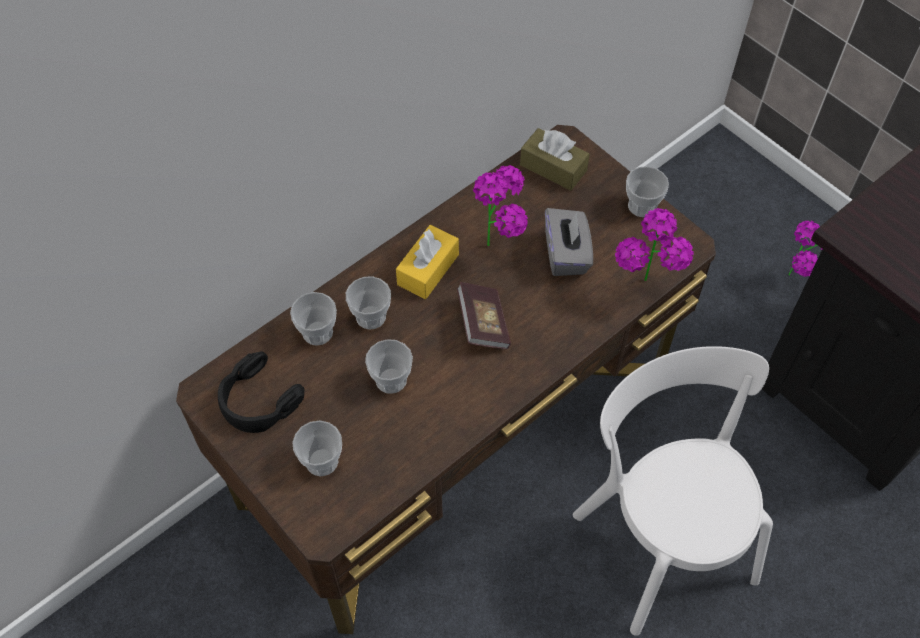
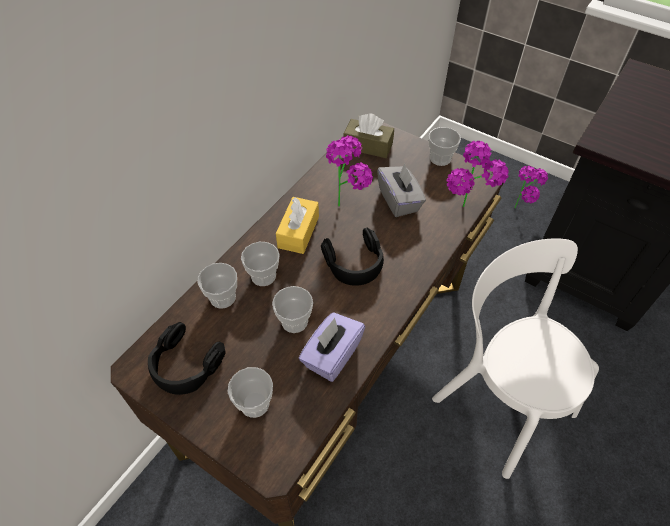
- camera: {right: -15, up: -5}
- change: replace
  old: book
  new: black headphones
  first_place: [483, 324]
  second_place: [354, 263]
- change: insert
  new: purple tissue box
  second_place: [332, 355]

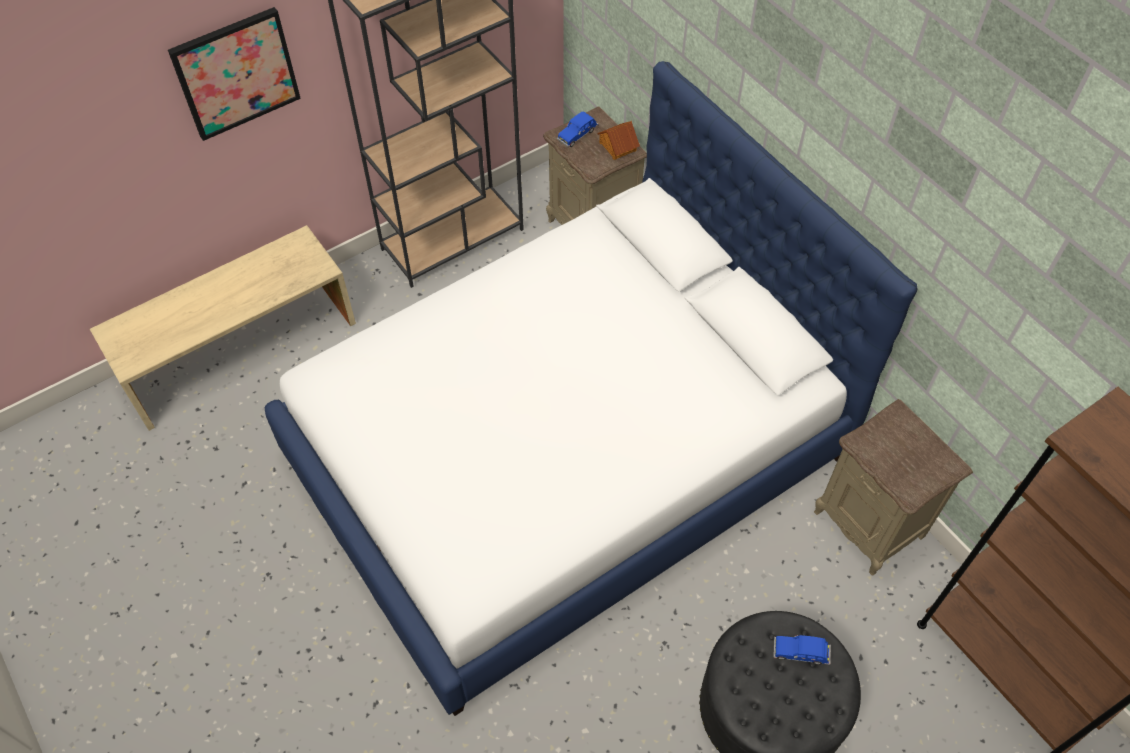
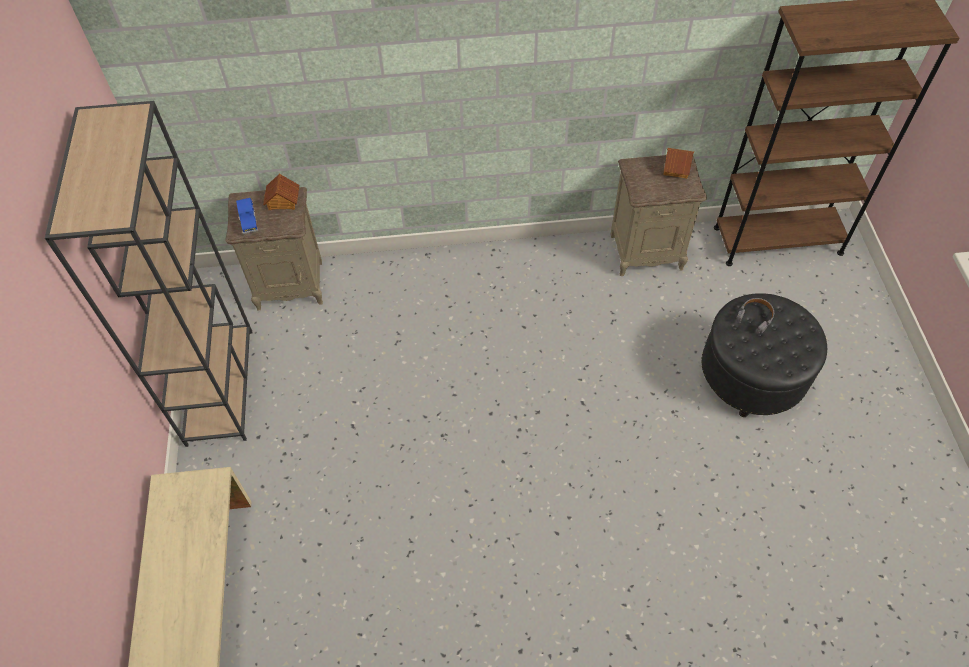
- camera: {right: -60, up: 0}
- change: delete
  old: picture
  first_place: [236, 73]
- change: delete
  old: white bed
  first_place: [566, 455]
- change: replace
  old: blue toy car
  new: grey headphones
  first_place: [800, 653]
  second_place: [755, 317]
- change: insert
  new: toy house
  second_place: [676, 167]

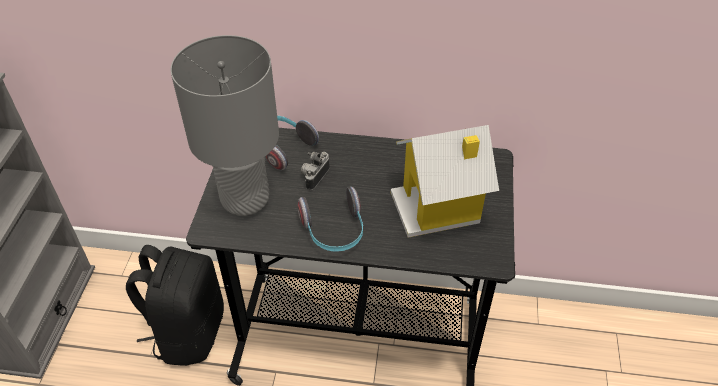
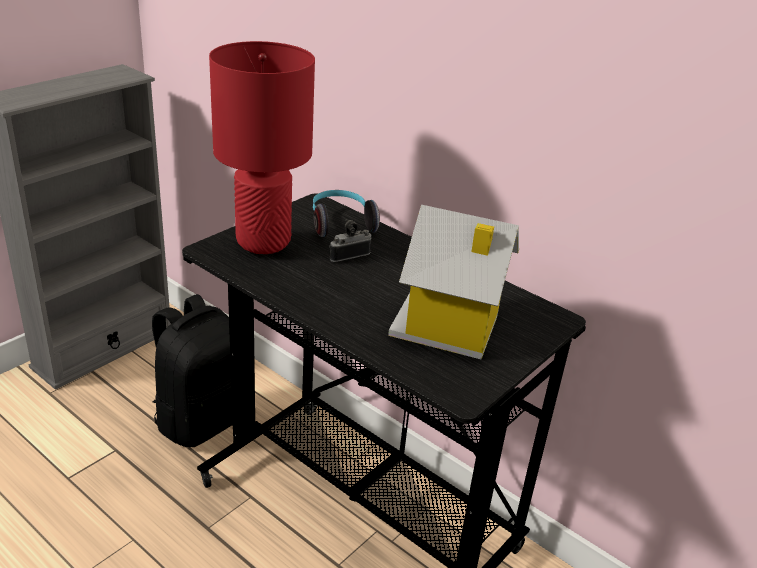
- camera: {right: 30, up: -15}
- change: recolor
  old: grey table lamp
  new: red table lamp
  first_place: [246, 202]
  second_place: [264, 246]
- change: delete
  old: headphones
  first_place: [334, 231]

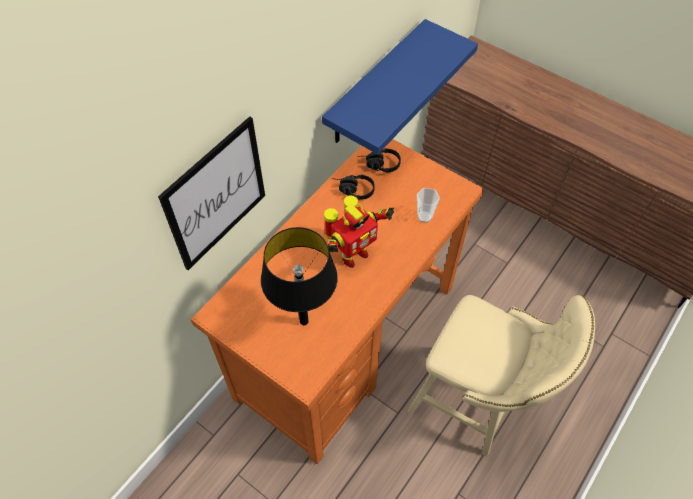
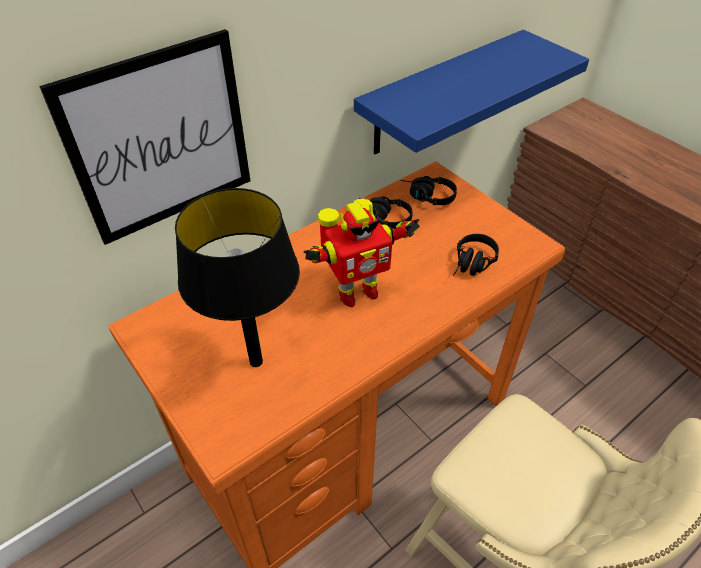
- camera: {right: 15, up: -10}
- change: replace
  old: cup
  new: black headphones
  first_place: [424, 217]
  second_place: [472, 265]

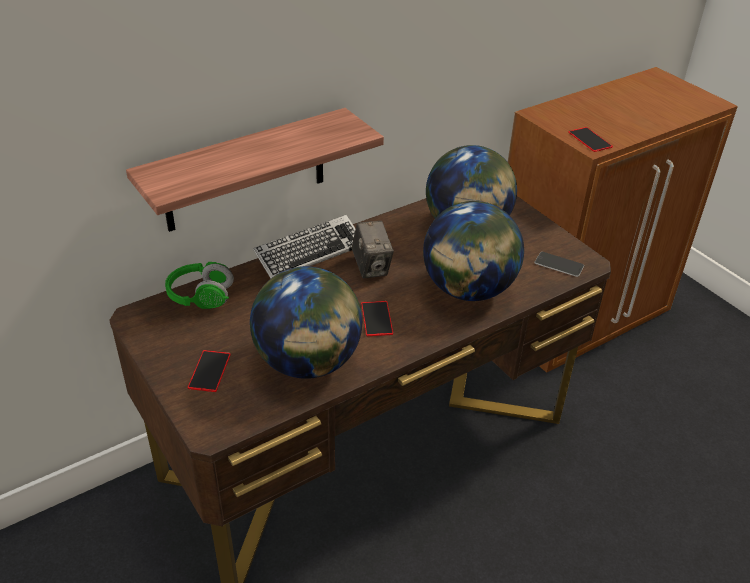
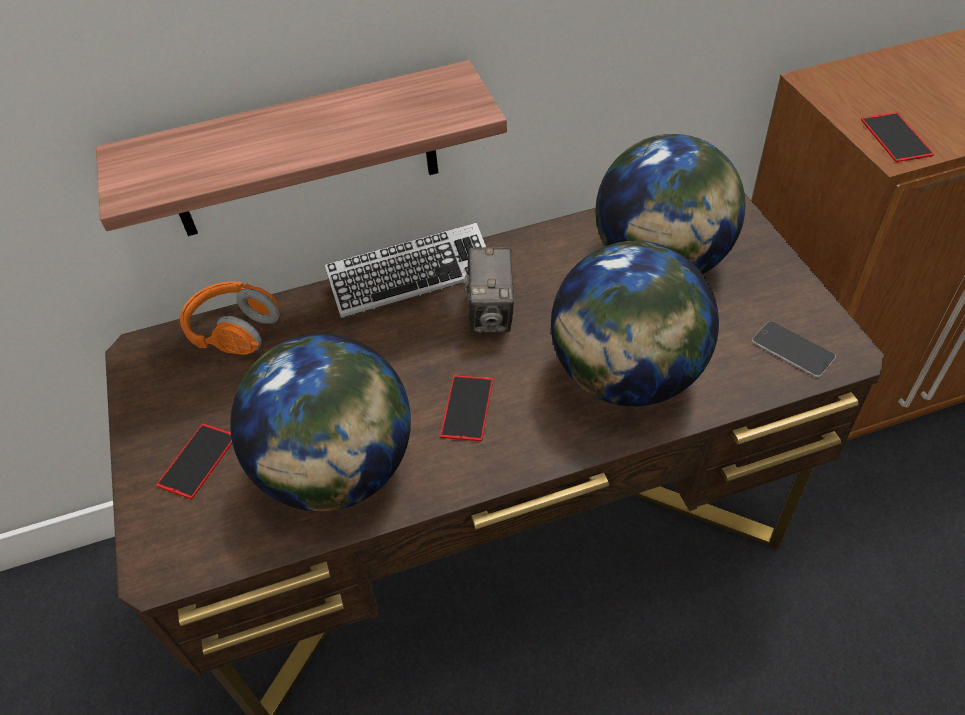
- camera: {right: 20, up: 10}
- change: recolor
  old: green headphones
  new: orange headphones
  first_place: [201, 297]
  second_place: [235, 332]

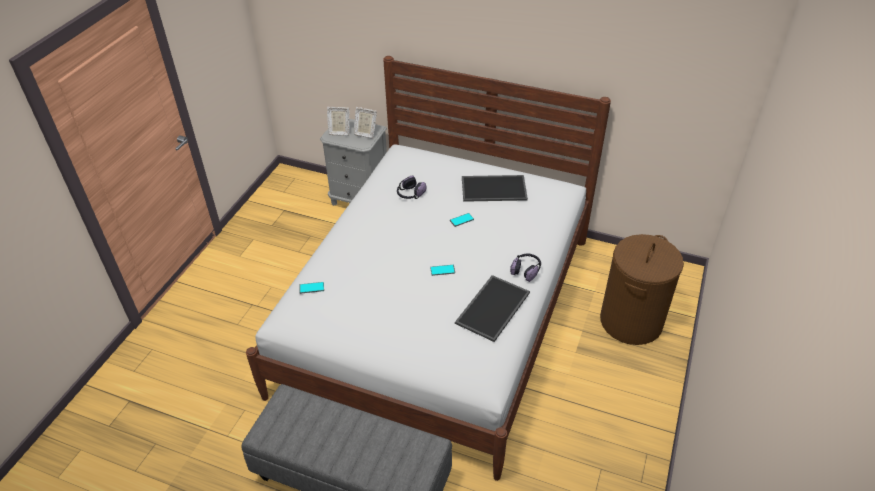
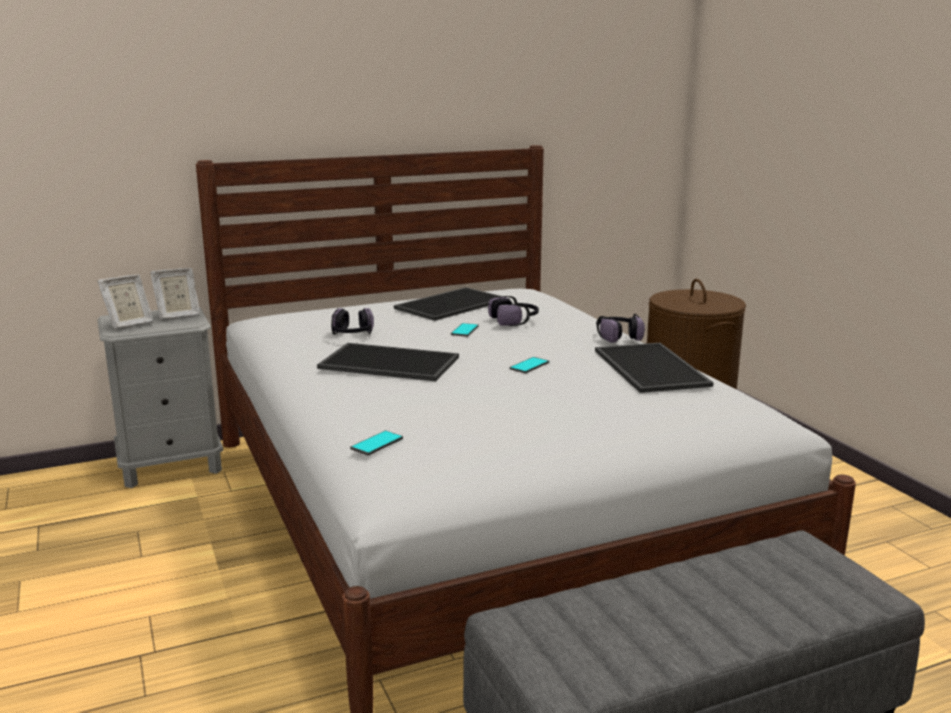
- camera: {right: -45, up: -25}
- change: insert
  new: tray
  second_place: [387, 363]
- change: insert
  new: headphones
  second_place: [515, 321]

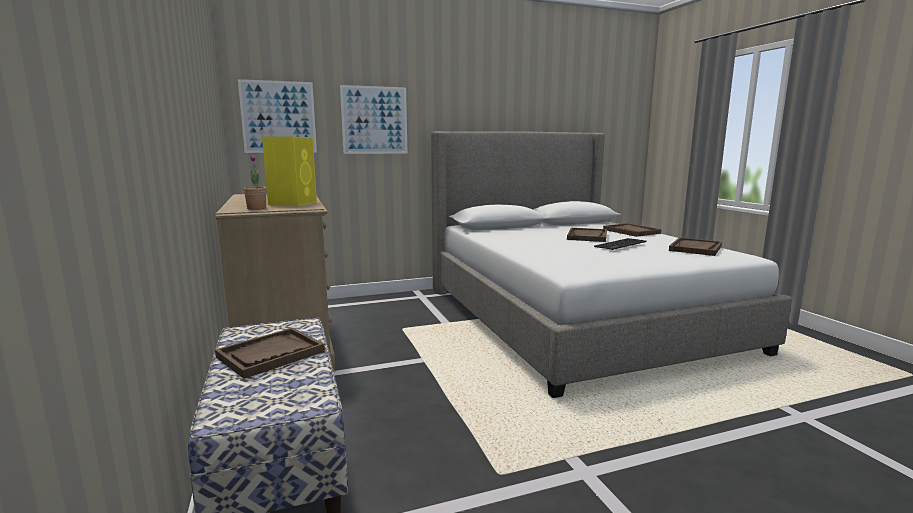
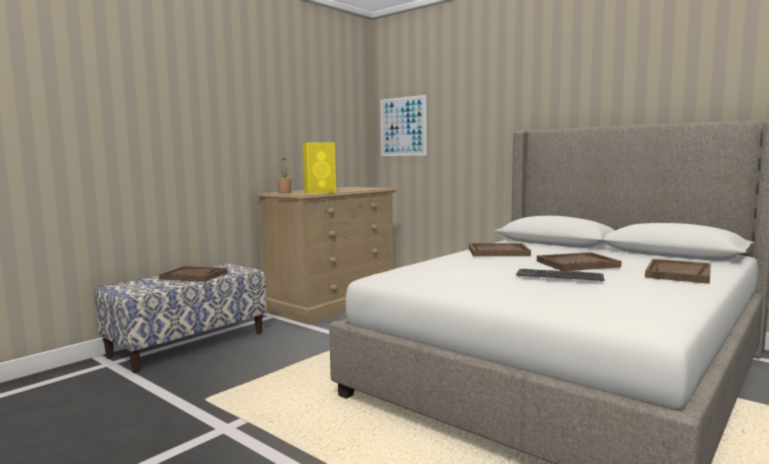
- camera: {right: 60, up: -5}
- change: delete
  old: picture
  first_place: [374, 120]
- change: move
  old: brown tray
  first_place: [695, 248]
  second_place: [498, 252]

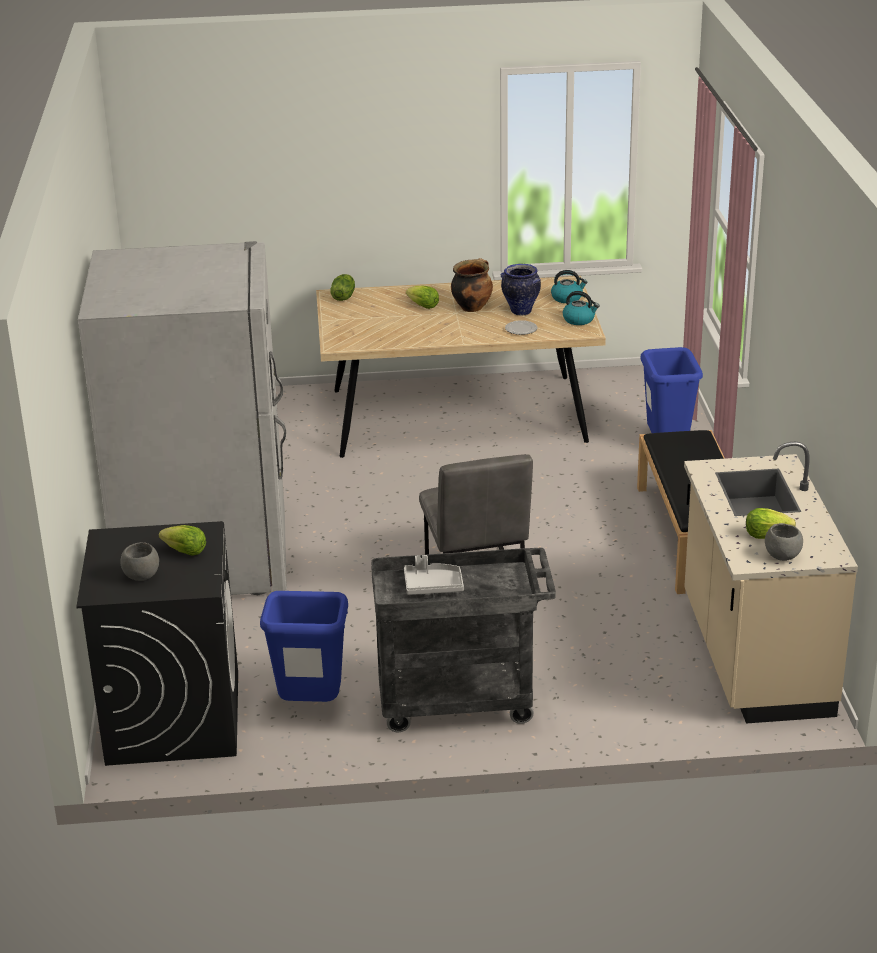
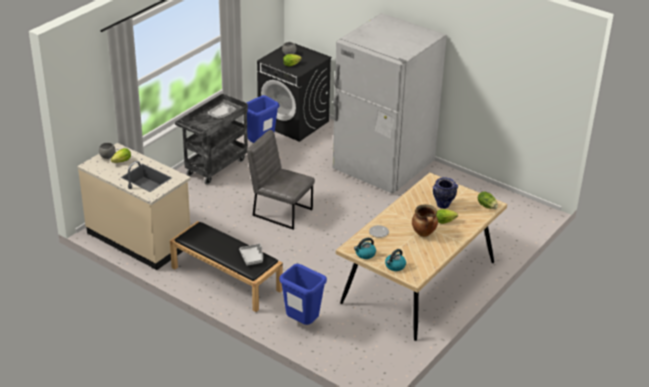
- camera: {right: 130, up: 5}
- change: move
  old: vase
  first_place: [520, 311]
  second_place: [443, 205]
- change: insert
  new: grey tray
  second_place: [252, 257]

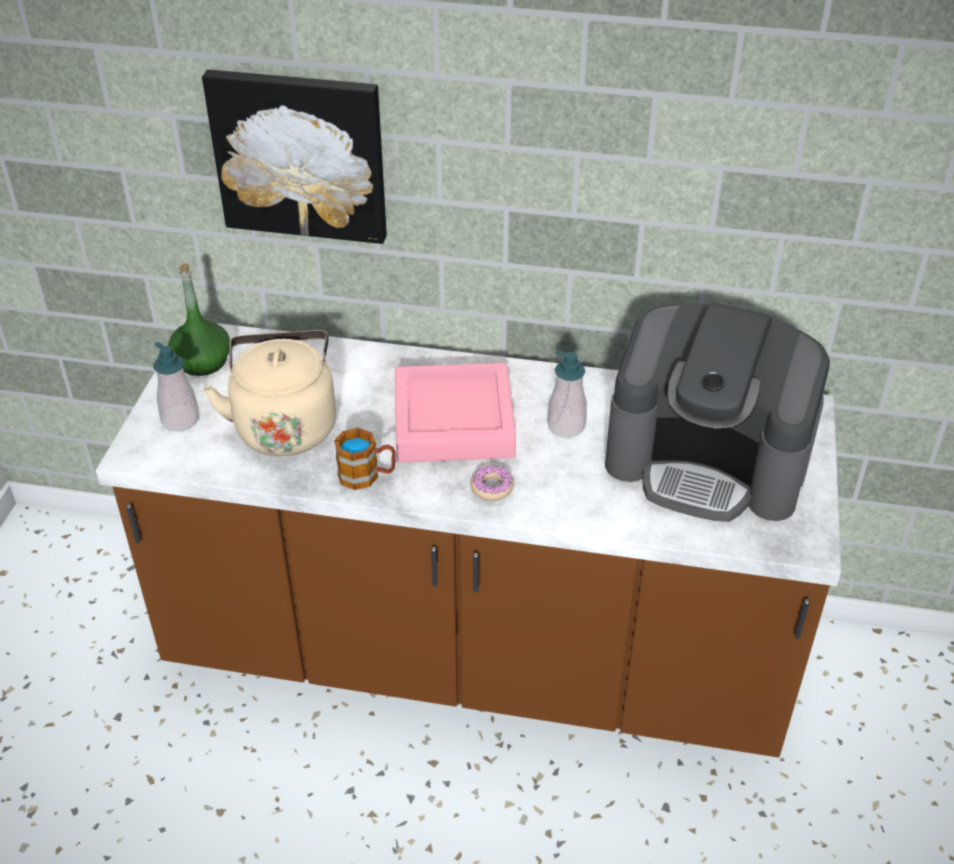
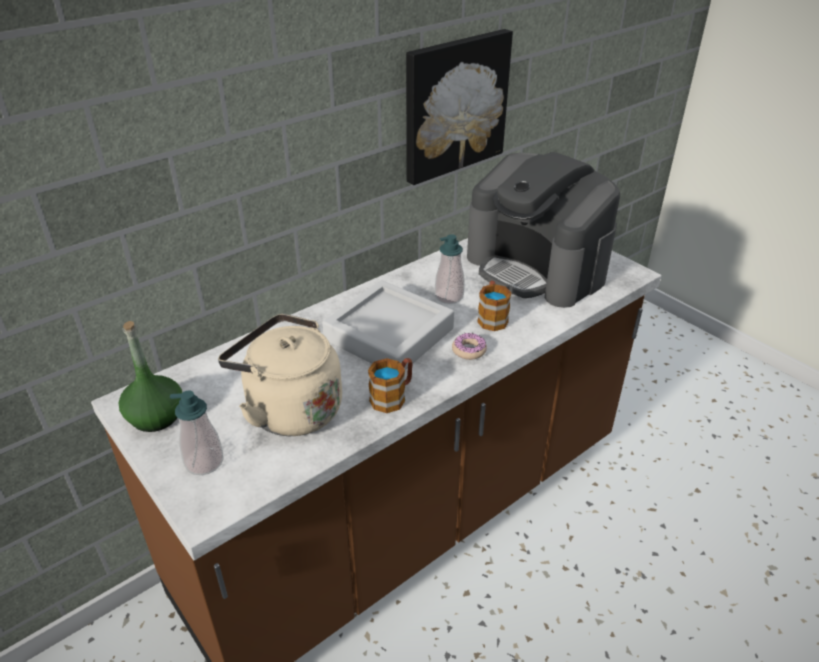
- camera: {right: -50, up: -5}
- change: move
  old: picture
  first_place: [300, 154]
  second_place: [454, 105]
- change: recolor
  old: pink tray
  new: grey tray
  first_place: [453, 422]
  second_place: [389, 334]
- change: rotate
  old: coffee machine
  first_place: [708, 461]
  second_place: [536, 268]
  degrees: 75
- change: insert
  new: mug
  second_place: [492, 317]

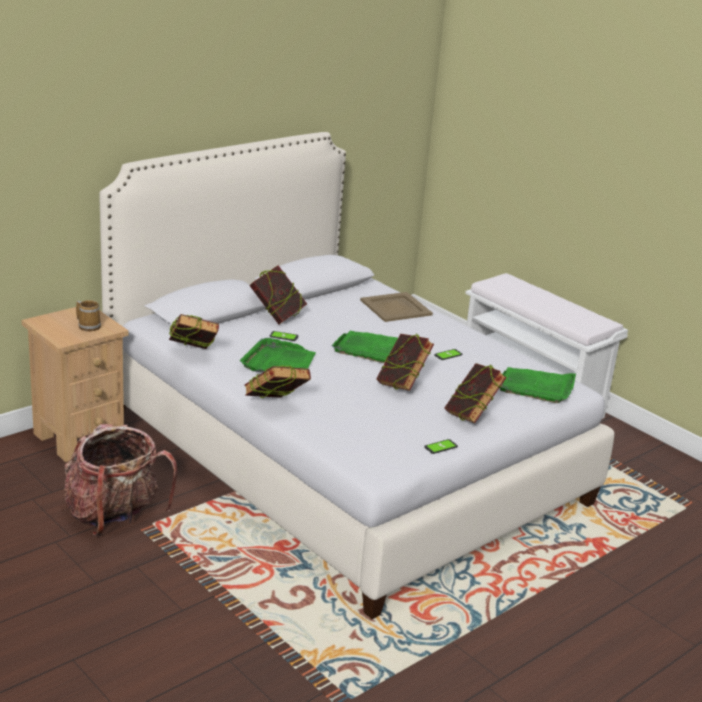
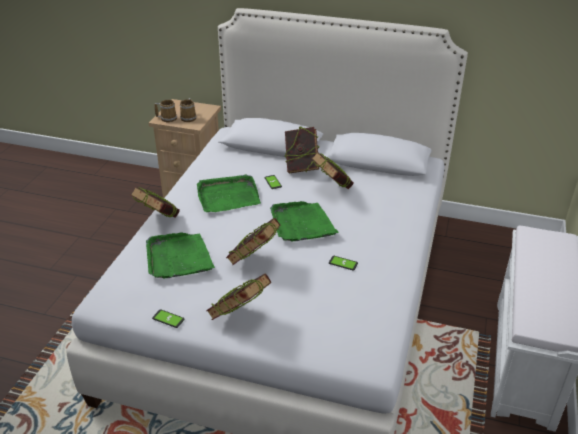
- camera: {right: 60, up: 10}
- change: delete
  old: backpack
  first_place: [115, 516]
- change: move
  old: book
  first_place: [193, 355]
  second_place: [332, 189]
- change: delete
  old: beige tray
  first_place: [395, 307]
- change: move
  old: green tray
  first_place: [536, 387]
  second_place: [178, 258]
- change: insert
  new: mug
  second_place: [167, 118]

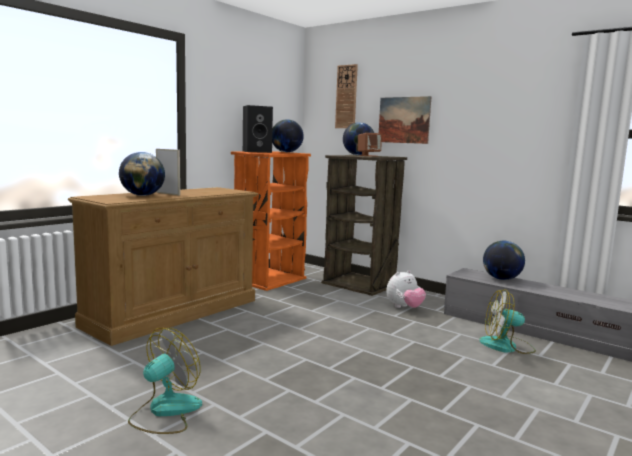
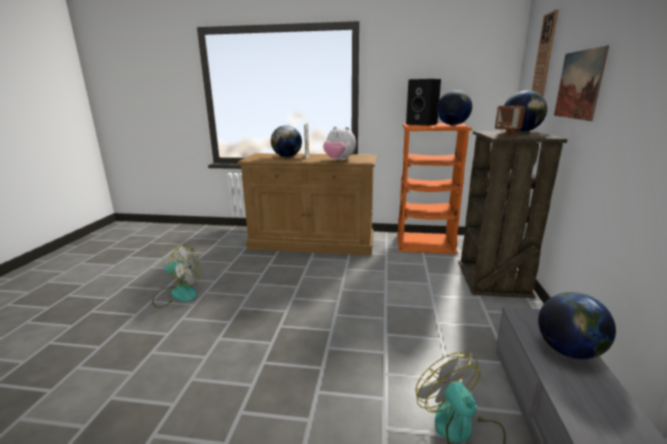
- camera: {right: 60, up: 10}
- change: move
  old: plush toy
  first_place: [404, 307]
  second_place: [339, 160]

